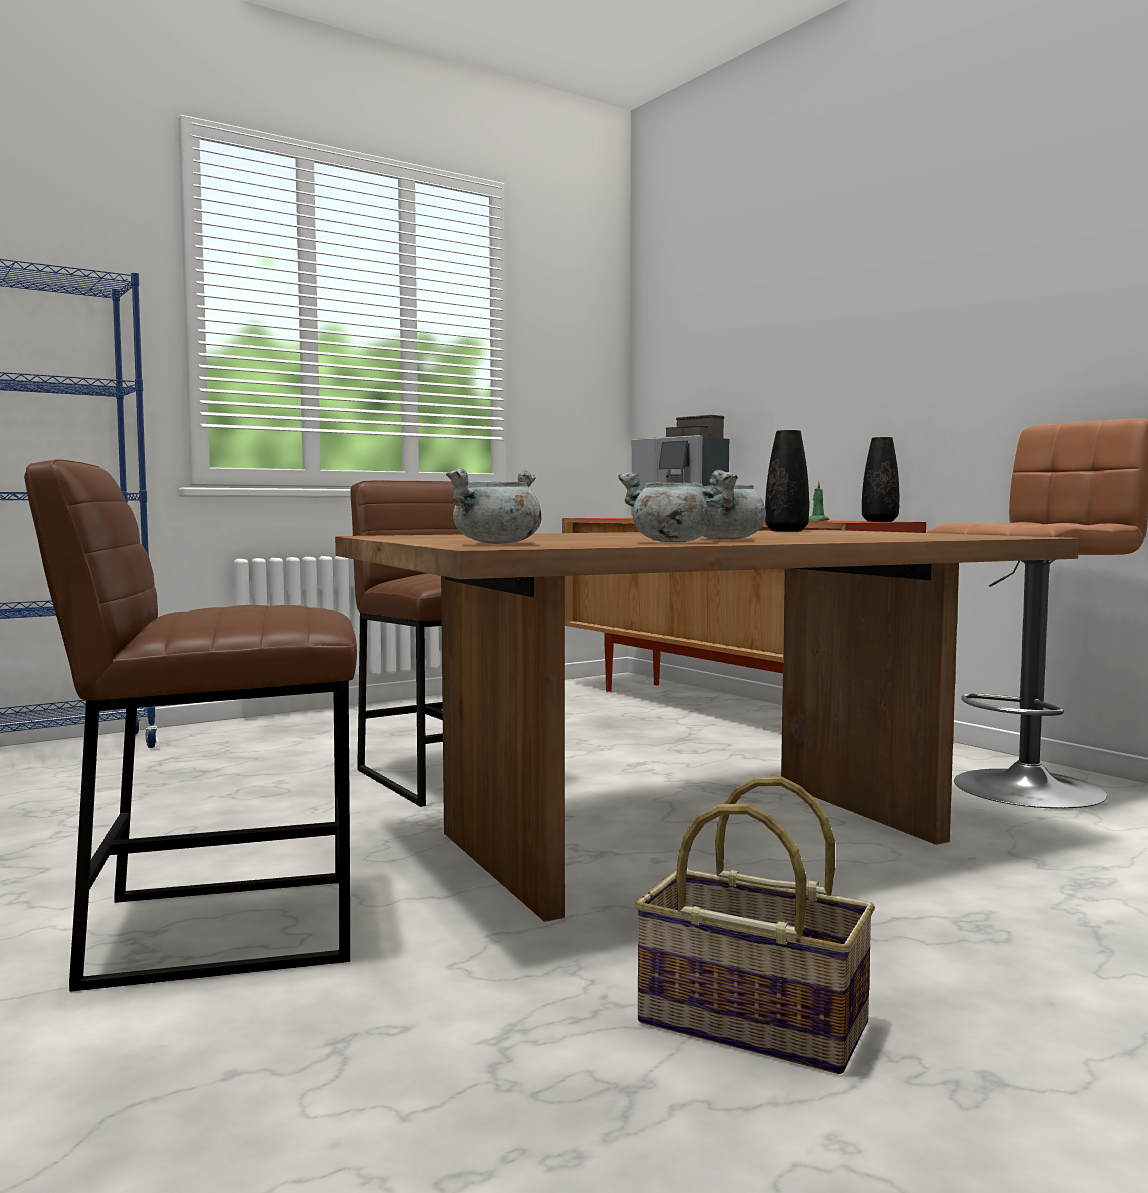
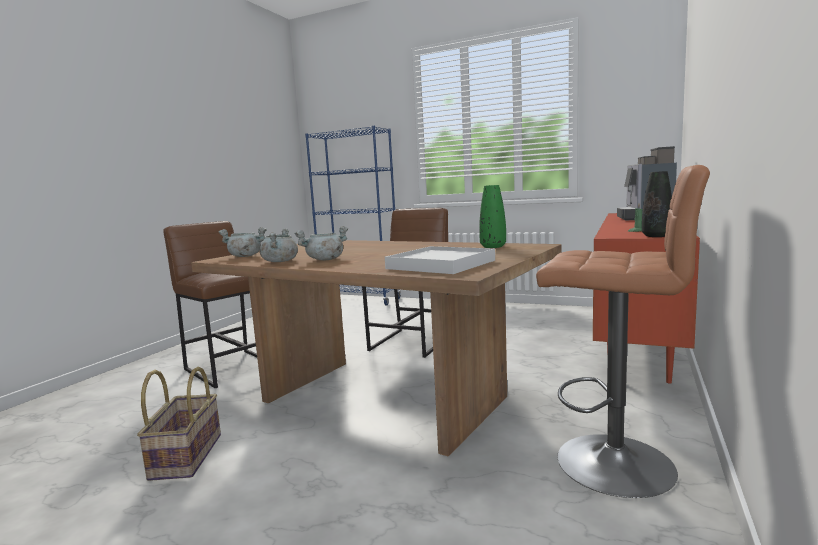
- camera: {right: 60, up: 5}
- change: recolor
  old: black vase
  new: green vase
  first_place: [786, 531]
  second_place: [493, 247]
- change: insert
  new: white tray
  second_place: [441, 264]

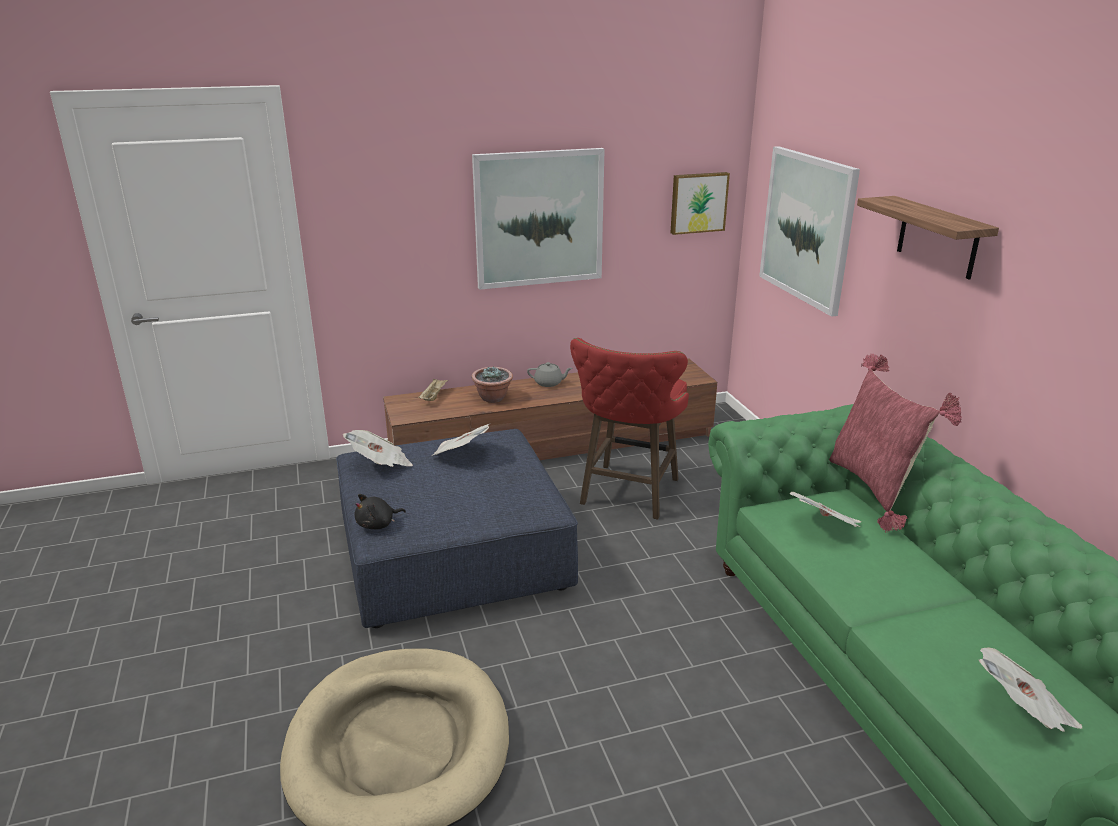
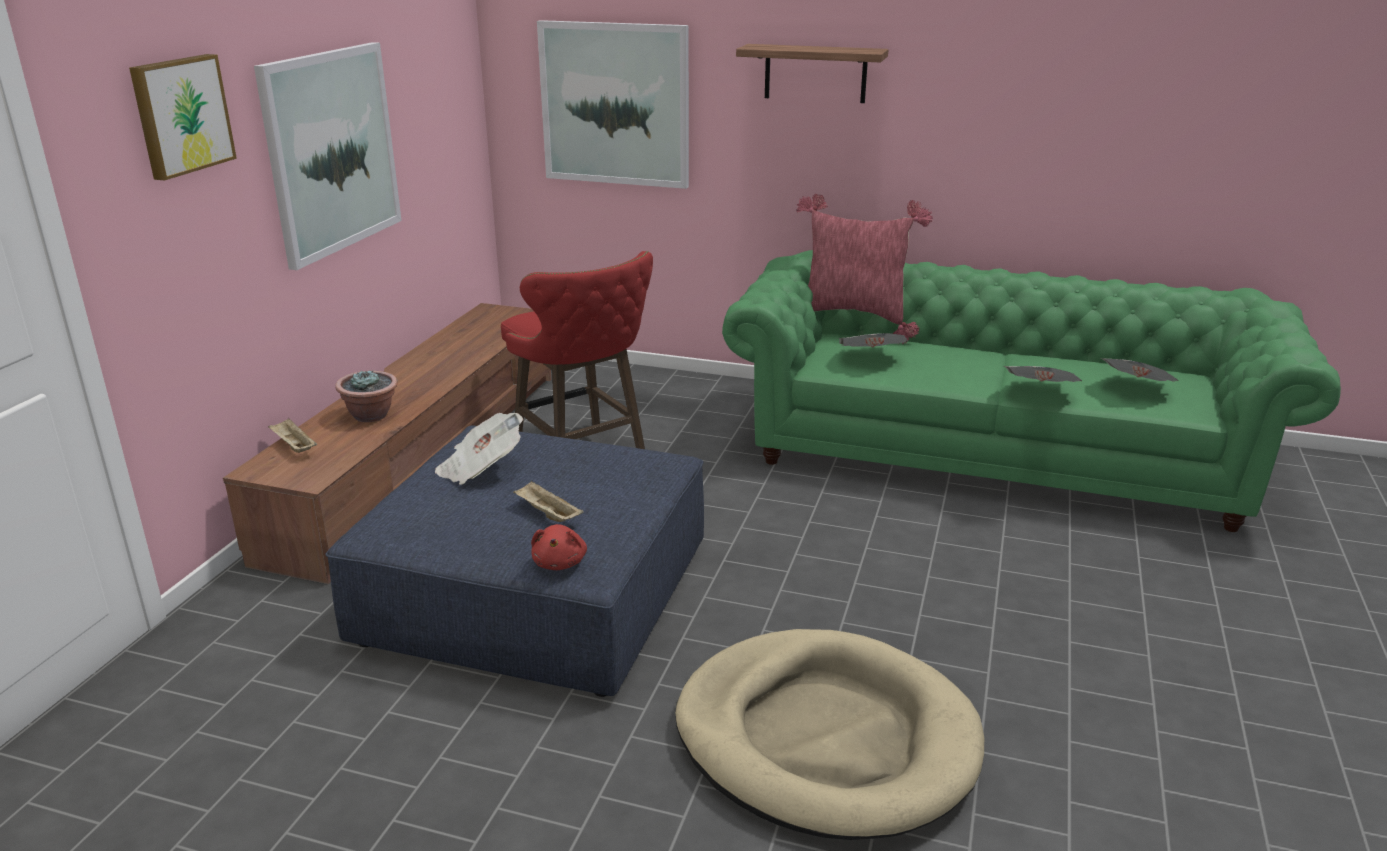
- camera: {right: -55, up: 0}
- change: move
  old: newspaper
  first_place: [380, 464]
  second_place: [1040, 393]
- change: recolor
  old: black plush toy
  new: red plush toy
  first_place: [378, 524]
  second_place: [560, 563]
- change: delete
  old: grey teapot
  first_place: [549, 383]
- change: move
  old: picture
  first_place: [698, 202]
  second_place: [180, 115]
- change: insert
  new: beige tray
  second_place: [547, 514]

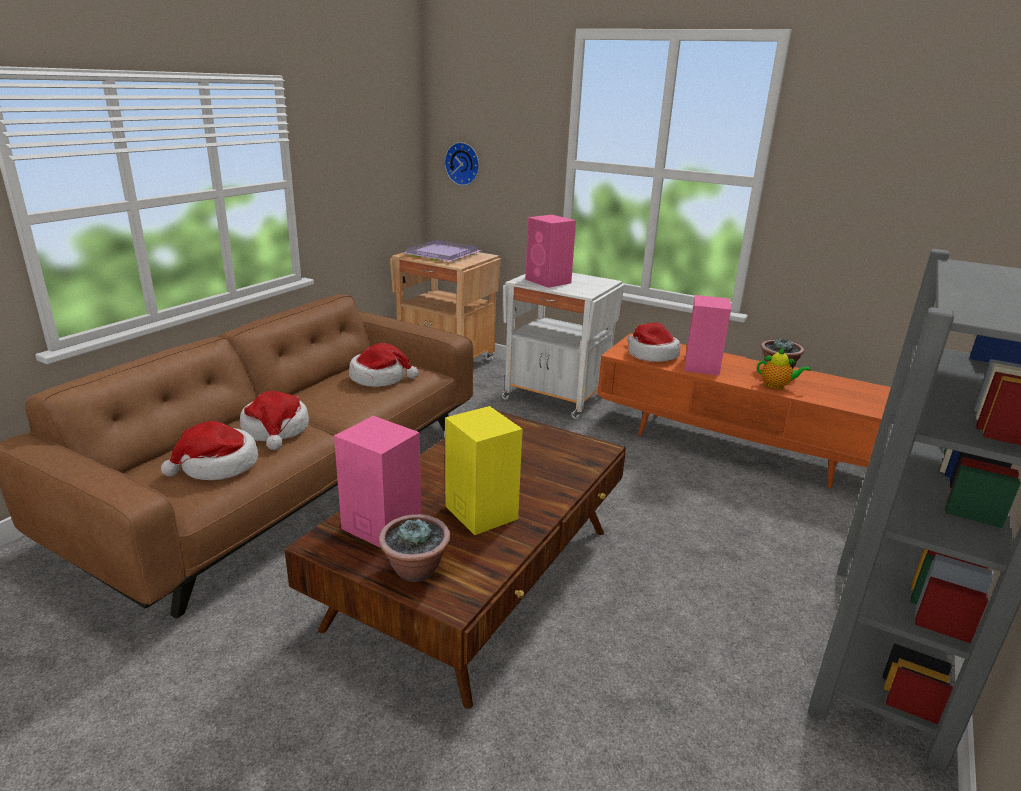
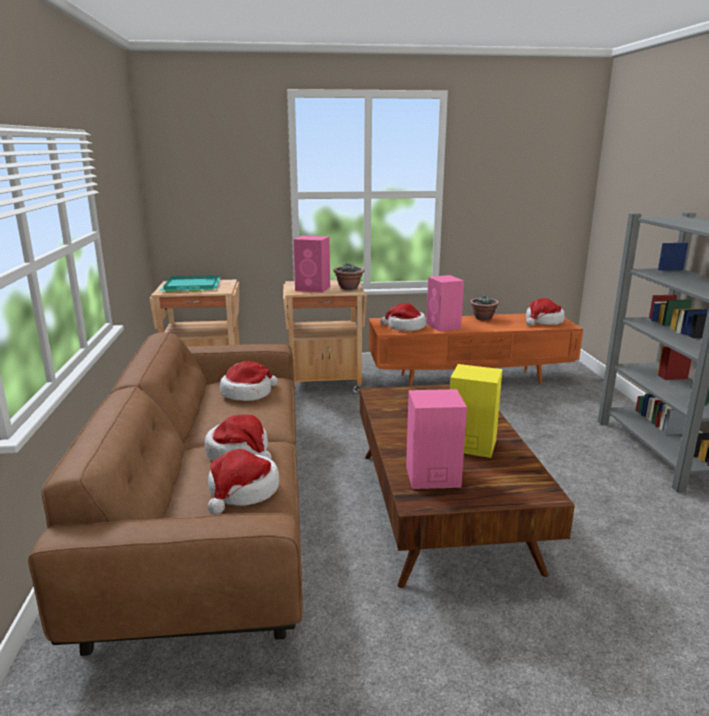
- camera: {right: -35, up: -5}
- change: move
  old: potted plant
  first_place: [416, 570]
  second_place: [349, 288]
- change: recolor
  old: purple tray
  new: turquoise tray
  first_place: [443, 254]
  second_place: [193, 286]
- change: delete
  old: wall clock
  first_place: [463, 163]
- change: recolor
  old: white cart
  new: brown cart
  first_place: [557, 398]
  second_place: [325, 383]
- change: delete
  old: teapot
  first_place: [777, 385]
- change: insert
  new: hat
  second_place: [543, 322]

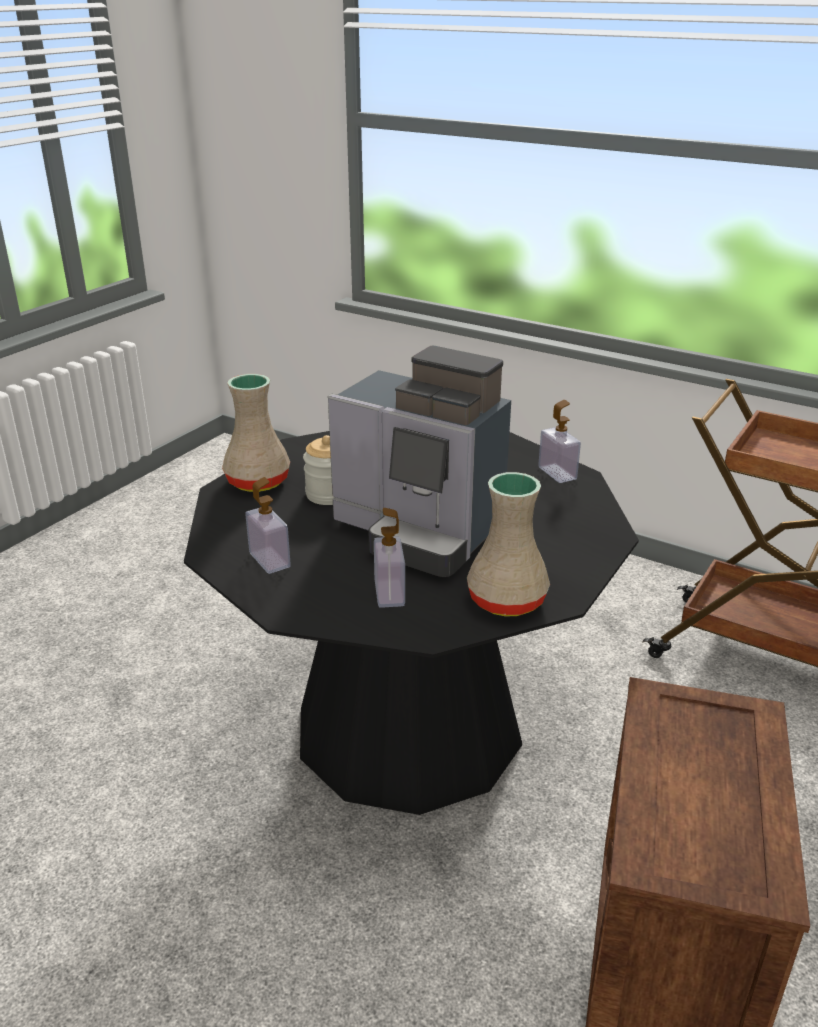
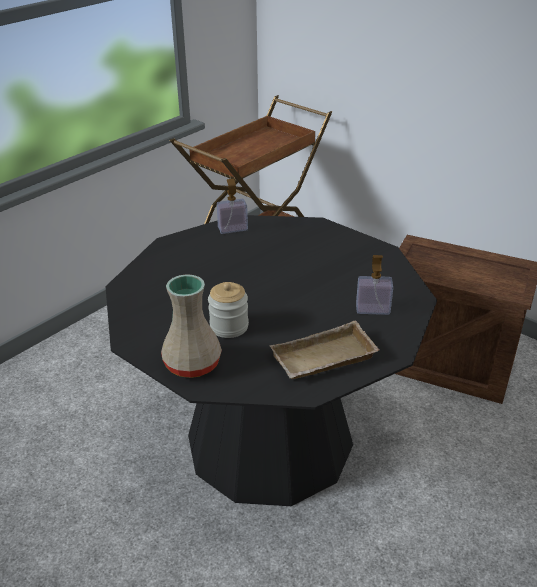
- camera: {right: -80, up: 5}
- change: replace
  old: soap dispenser
  new: beige tray
  first_place: [269, 560]
  second_place: [323, 360]
- change: delete
  old: coffee machine
  first_place: [420, 532]
- change: delete
  old: beige vase
  first_place: [508, 600]

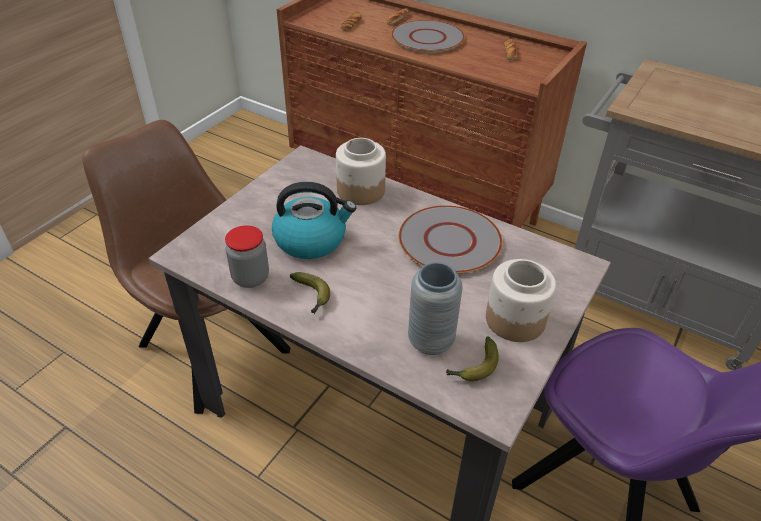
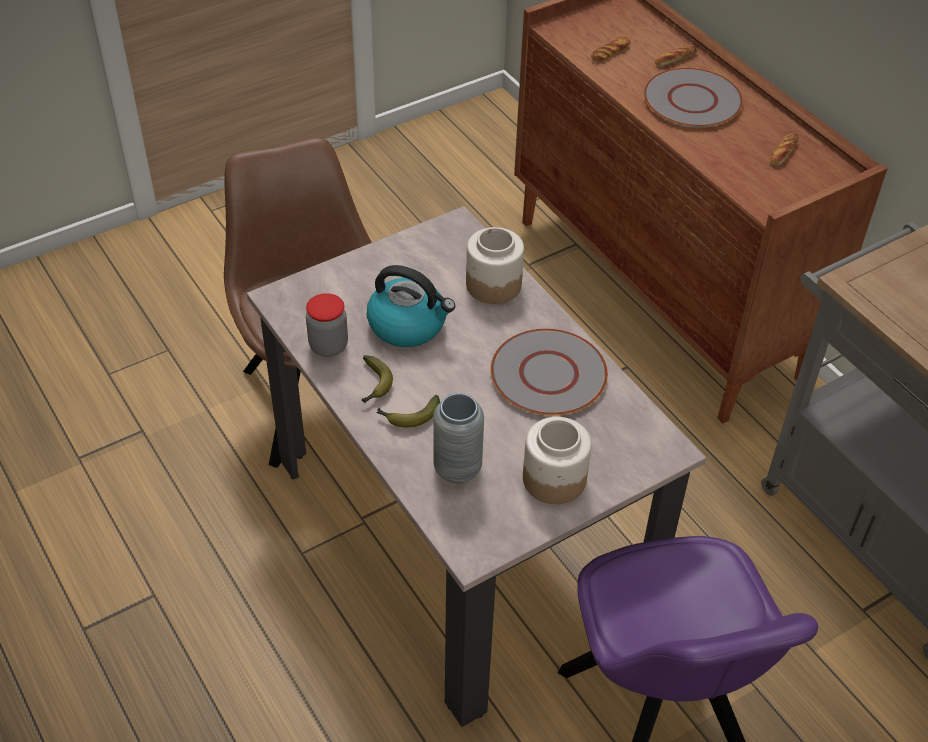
- camera: {right: 25, up: 5}
- change: move
  old: banana
  first_place: [474, 367]
  second_place: [408, 416]

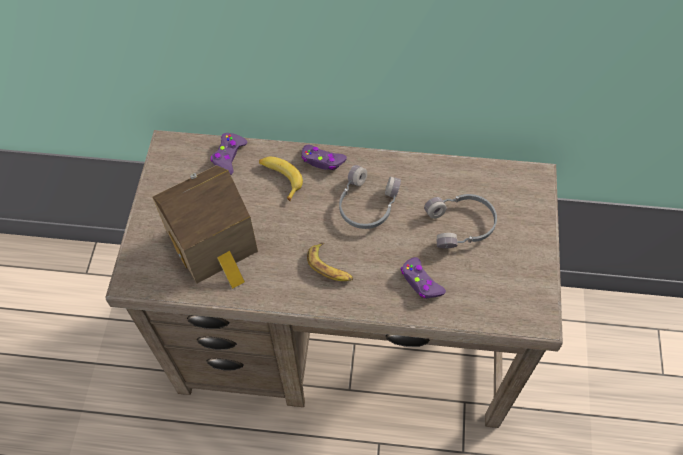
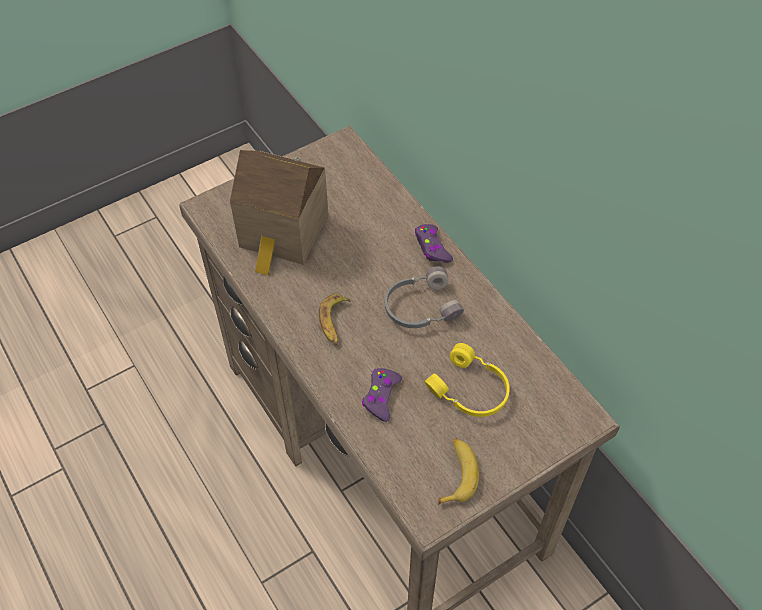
- camera: {right: 50, up: -5}
- change: delete
  old: purple game controller
  first_place: [229, 156]
- change: move
  old: banana
  first_place: [280, 178]
  second_place: [457, 473]
- change: recolor
  old: grey headphones
  new: yellow headphones
  first_place: [461, 225]
  second_place: [469, 391]

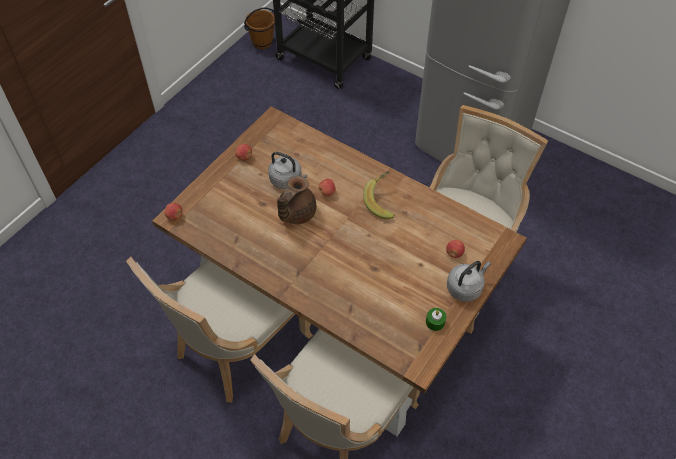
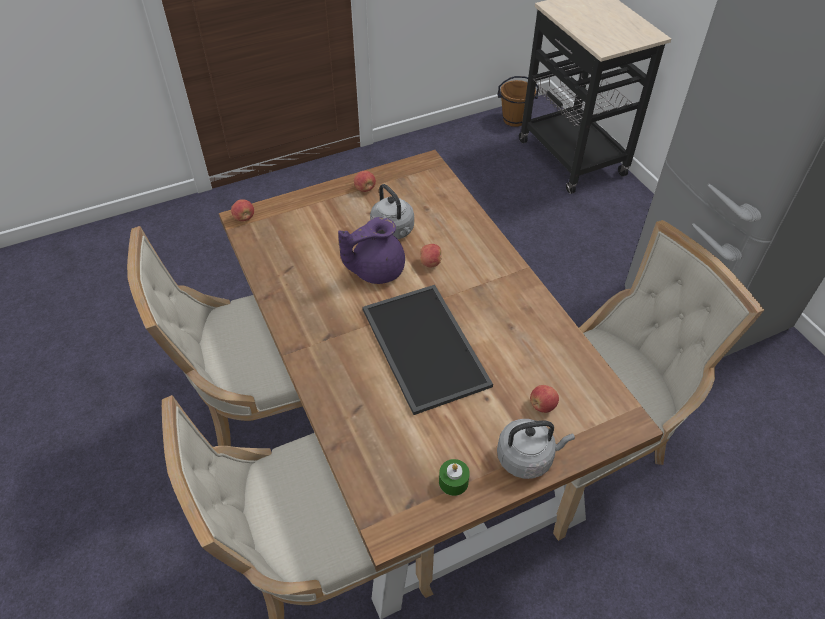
- camera: {right: 30, up: -5}
- change: recolor
  old: brown teapot
  new: purple teapot
  first_place: [295, 213]
  second_place: [375, 270]
- change: delete
  old: banana
  first_place: [383, 202]
- change: insert
  new: tray
  second_place: [422, 346]

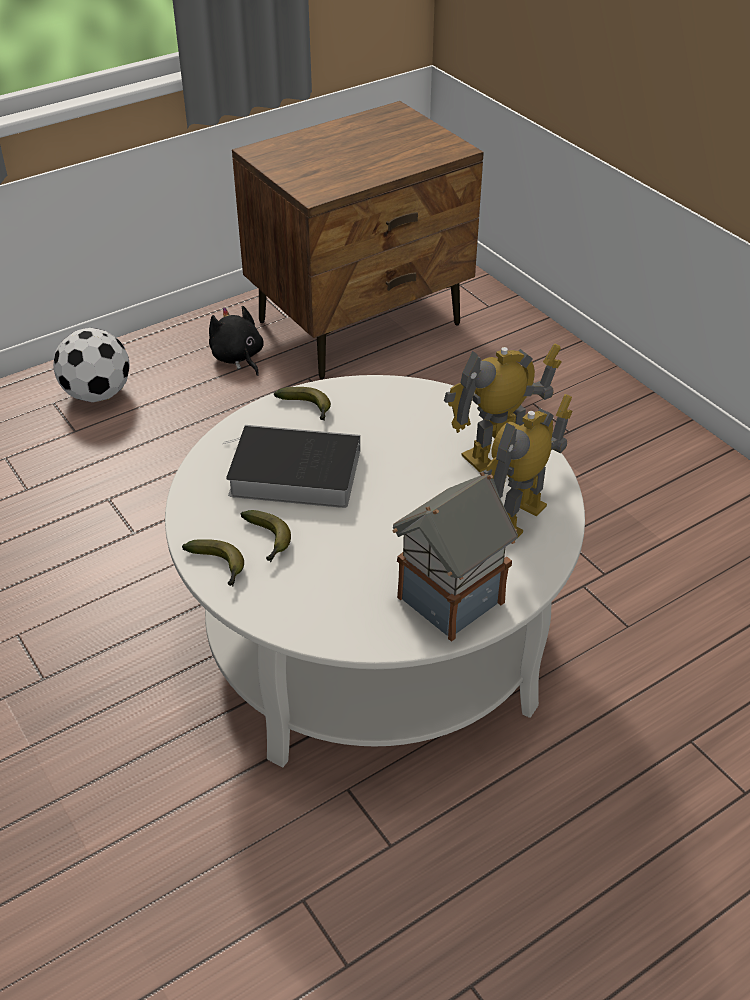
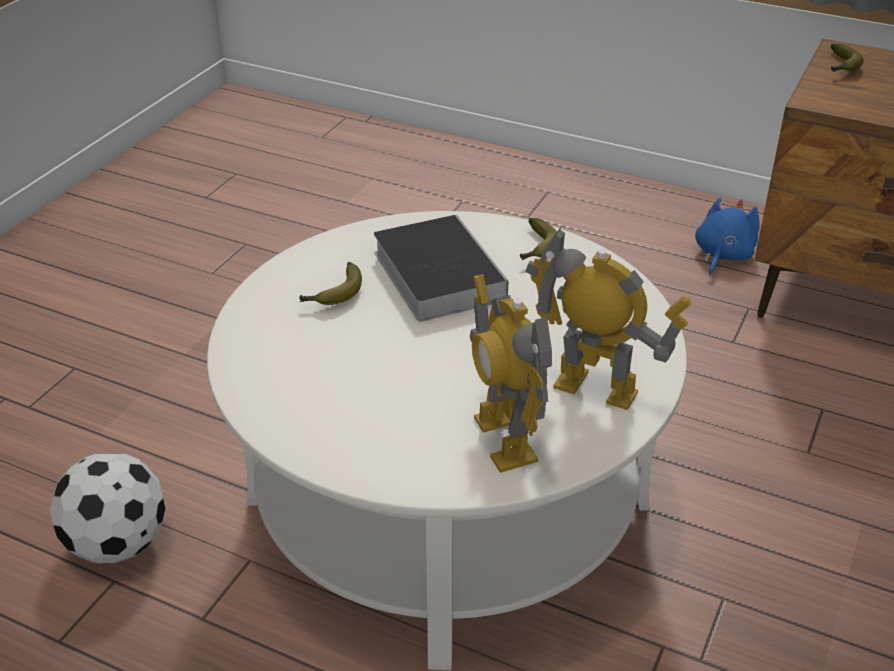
- camera: {right: 60, up: -5}
- change: move
  old: football
  first_place: [98, 393]
  second_place: [119, 544]
- change: move
  old: banana
  first_place: [219, 567]
  second_place: [841, 67]
- change: recolor
  old: black plush toy
  new: blue plush toy
  first_place: [238, 358]
  second_place: [722, 255]
- change: delete
  old: toy house
  first_place: [449, 602]
- change: rotate
  old: toy robot
  first_place: [518, 518]
  second_place: [504, 440]
  degrees: -120

